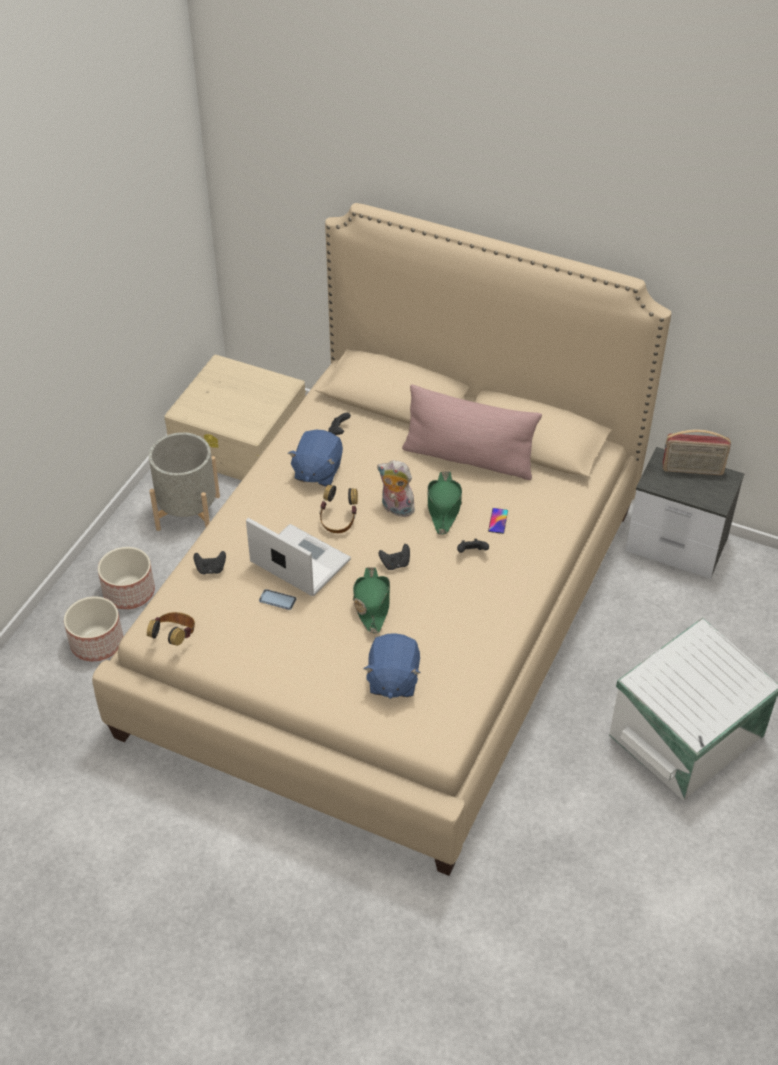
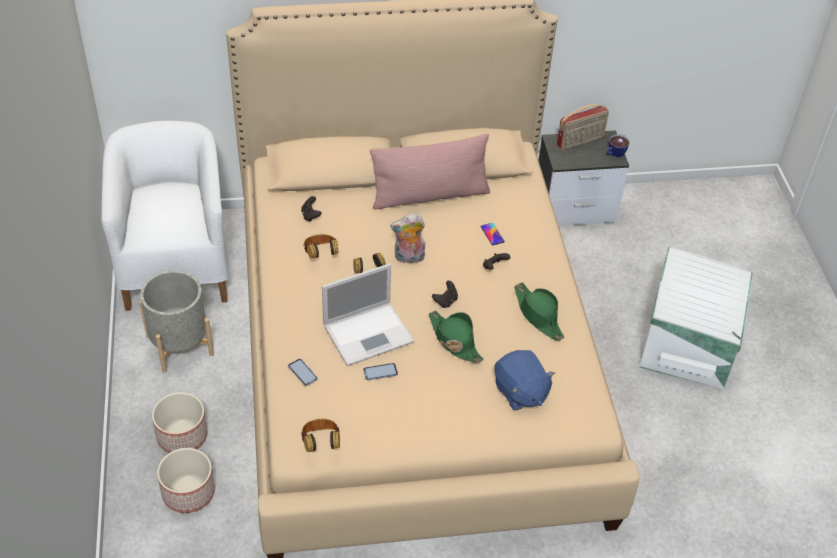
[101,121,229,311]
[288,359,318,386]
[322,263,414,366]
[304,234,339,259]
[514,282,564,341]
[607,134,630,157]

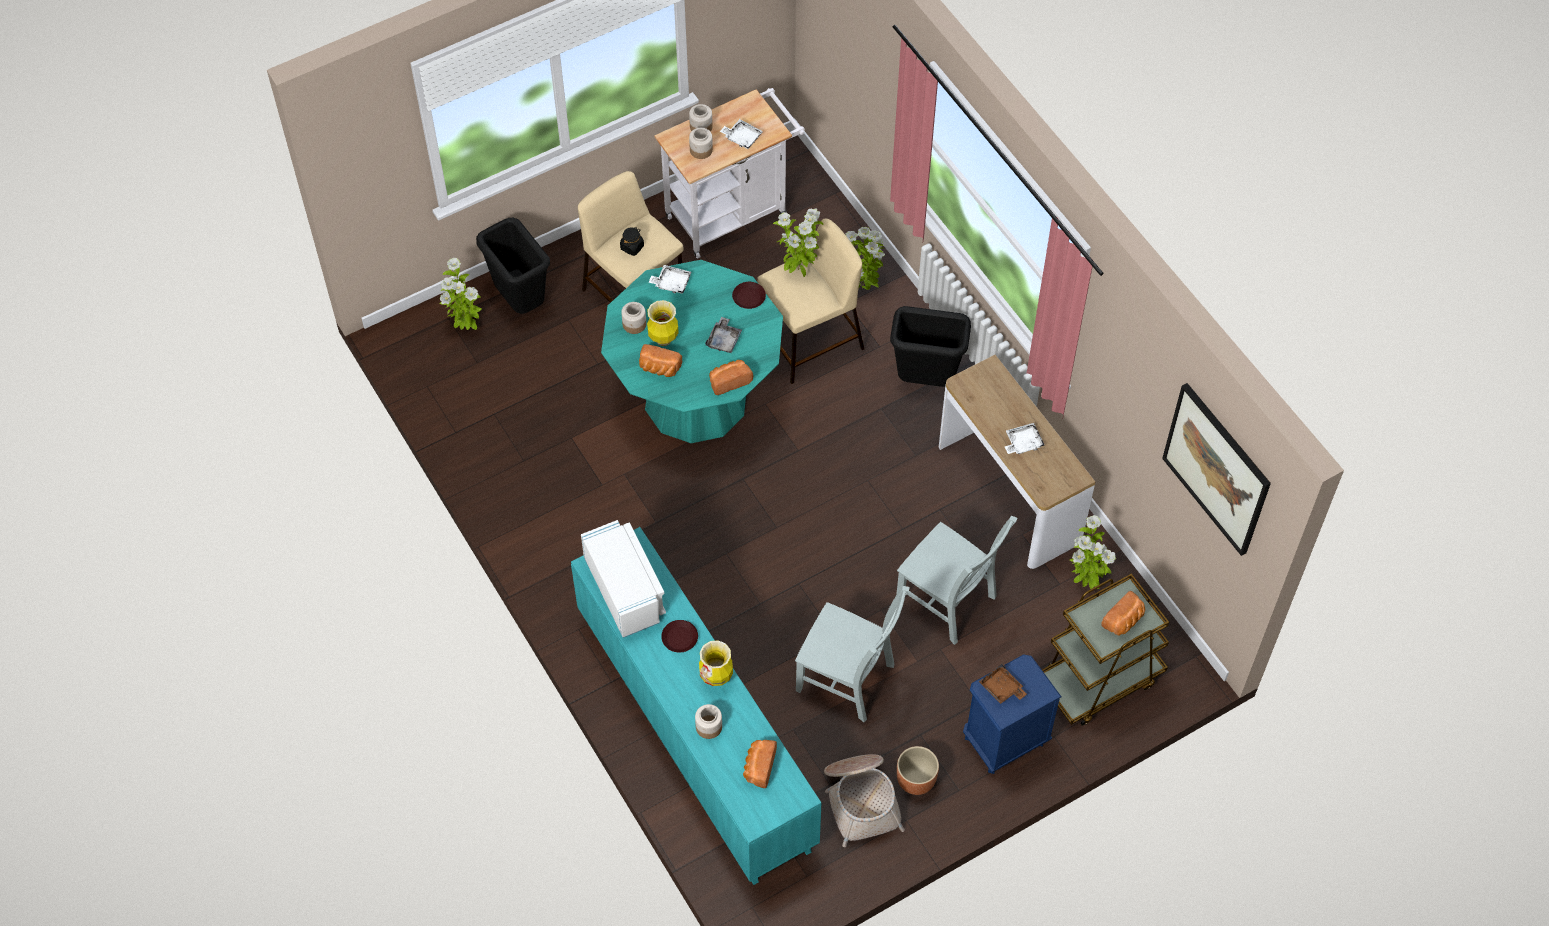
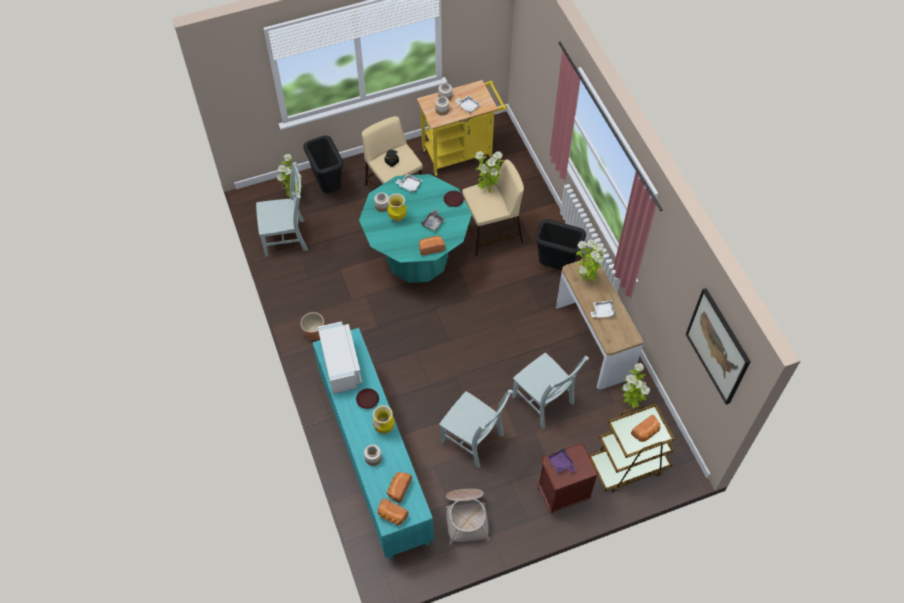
[378,498,408,525]
[417,80,507,176]
[576,240,604,282]
[300,312,325,340]
[537,444,598,514]
[548,448,576,473]
[256,162,308,256]

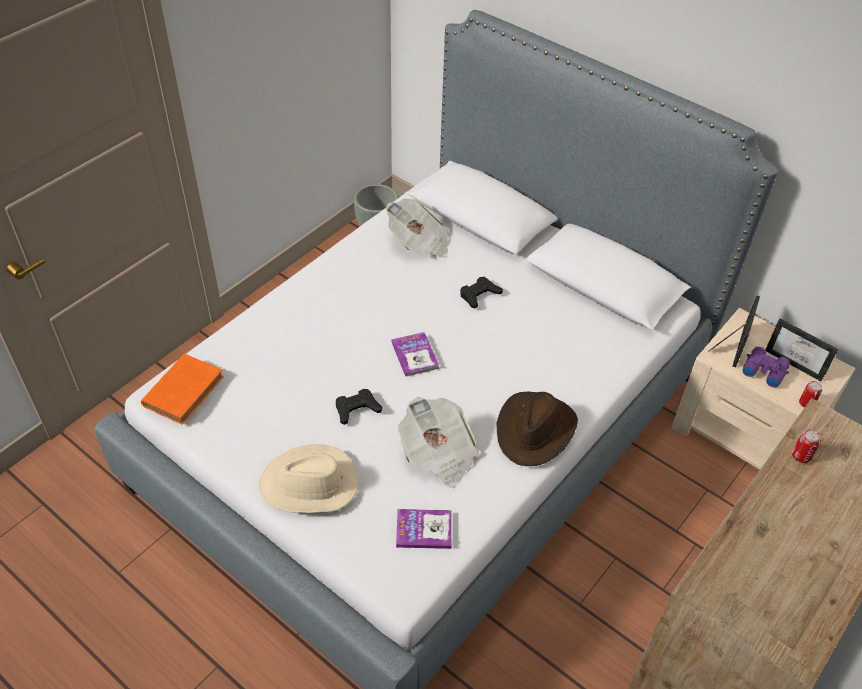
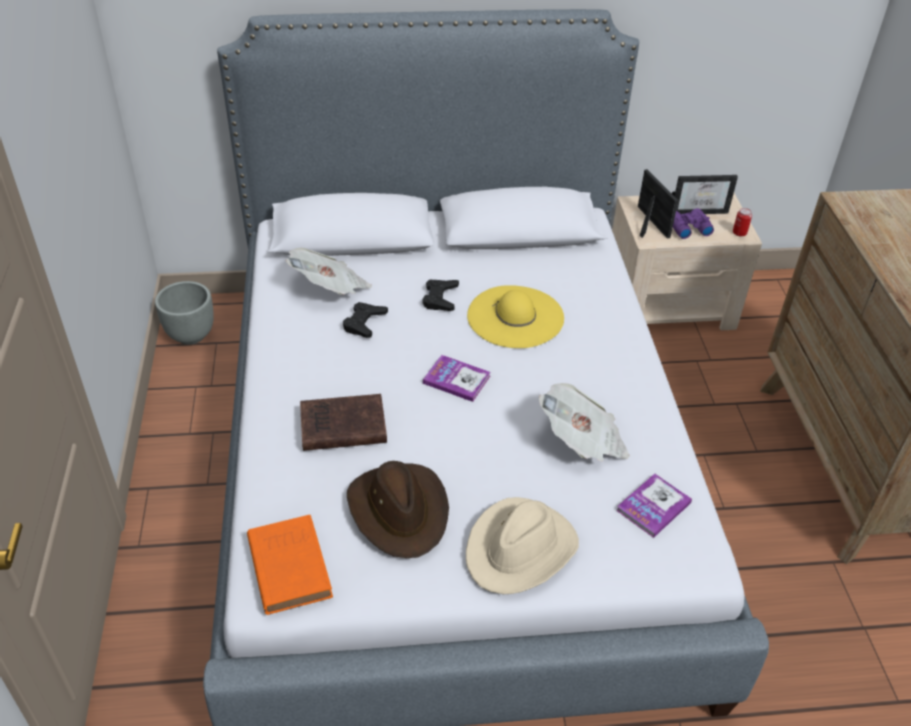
[343,302,388,338]
[347,461,449,558]
[792,429,821,463] (first image)
[300,394,387,451]
[467,285,564,348]

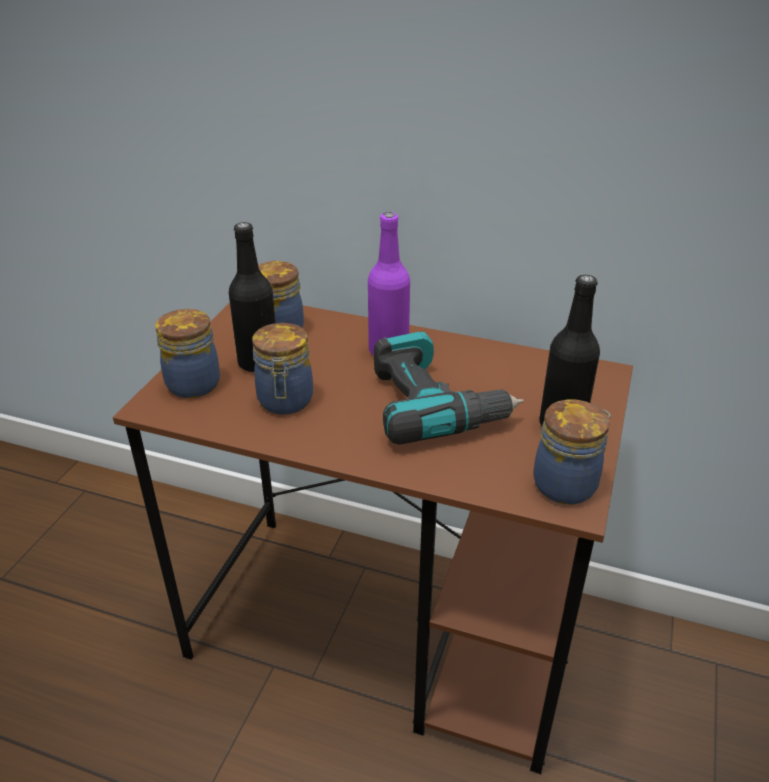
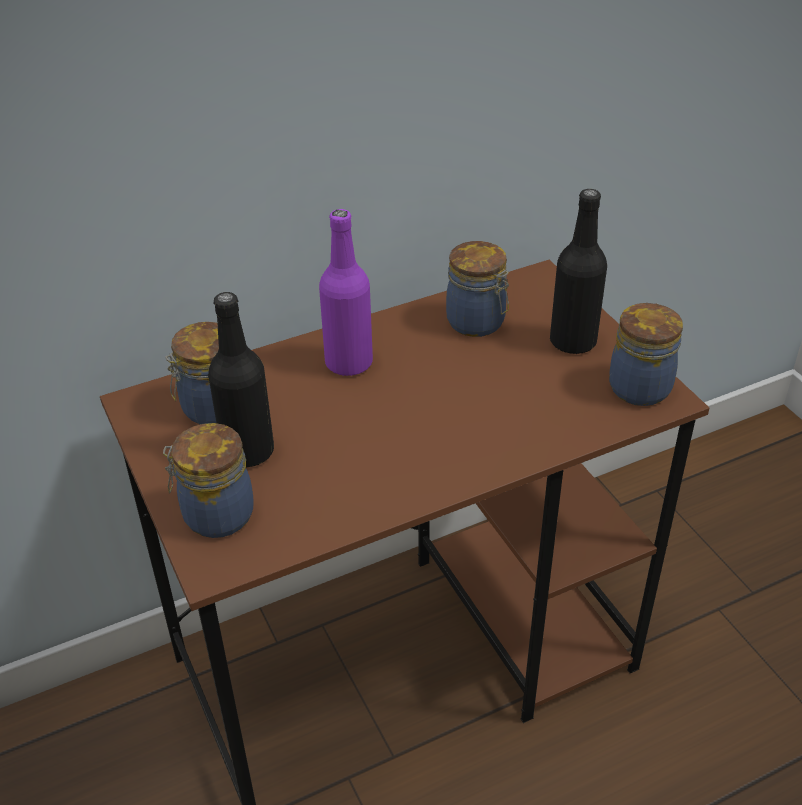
[446,241,509,337]
[374,332,524,445] (first image)

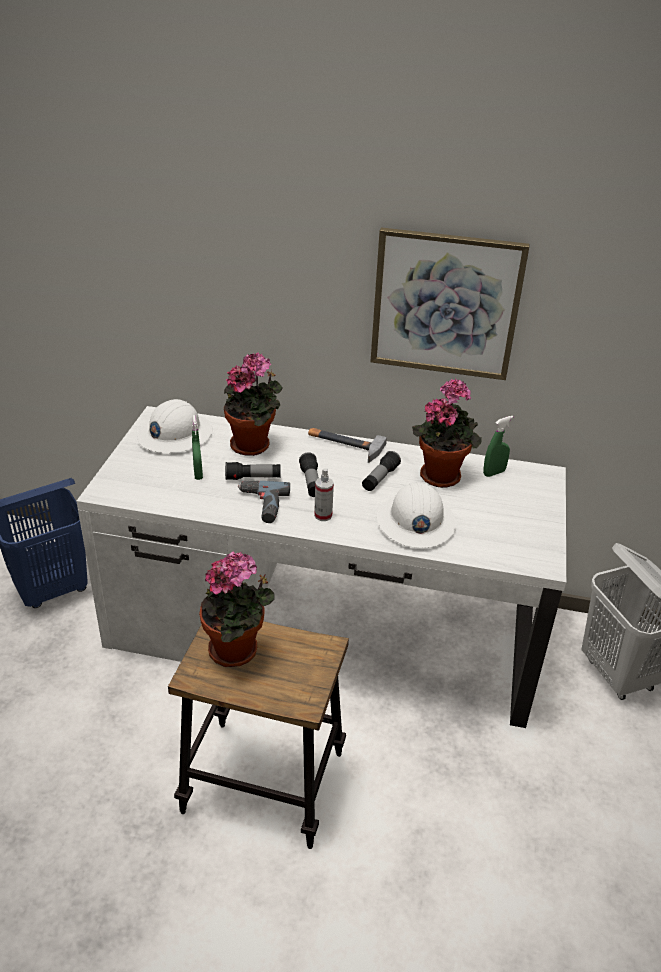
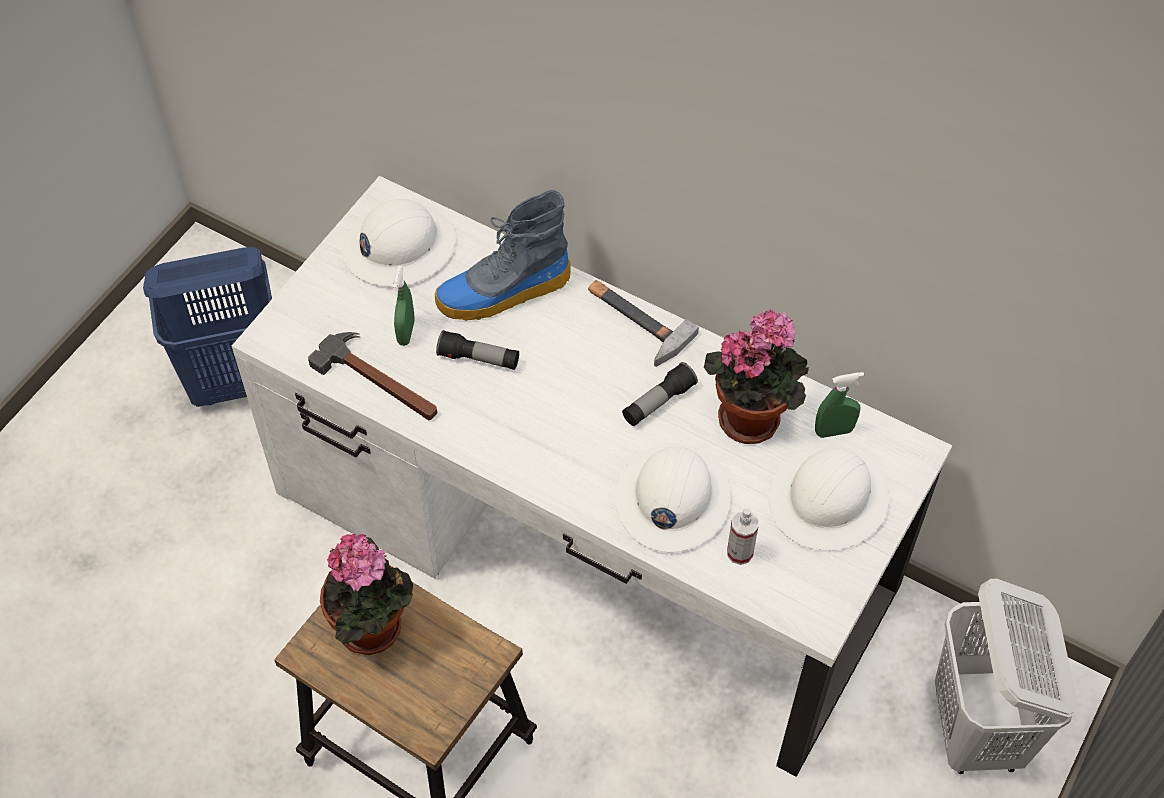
[435,190,571,321]
[238,481,290,523] (first image)
[299,452,319,497] (first image)
[727,508,758,565]
[370,227,530,380] (first image)
[308,332,437,421]
[769,445,889,550]

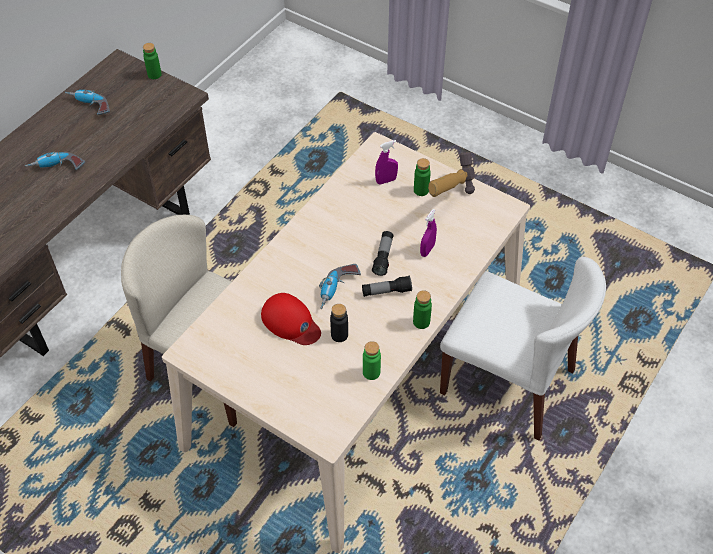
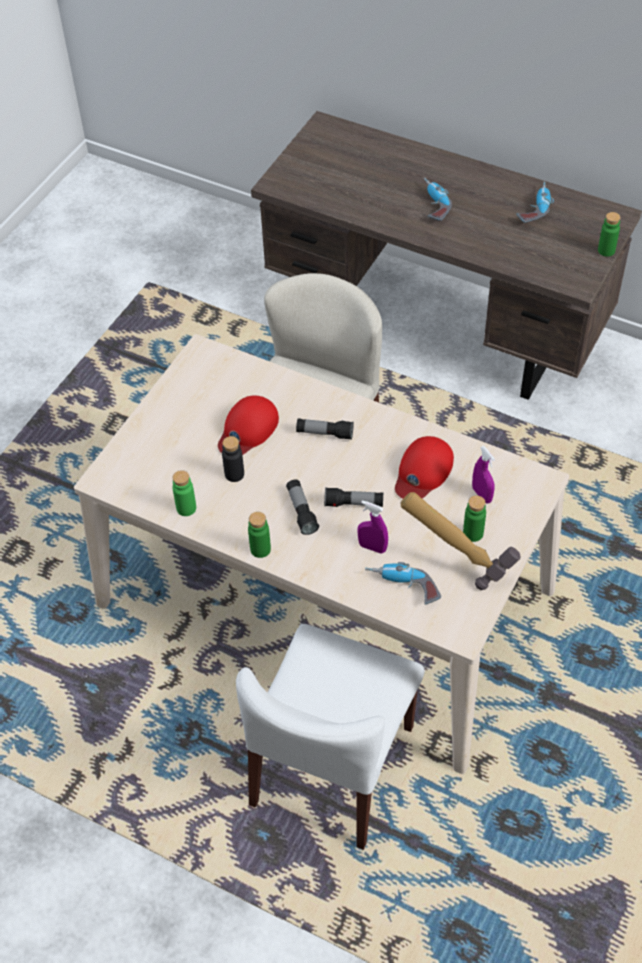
[365,562,441,605]
[296,418,354,440]
[395,436,454,499]

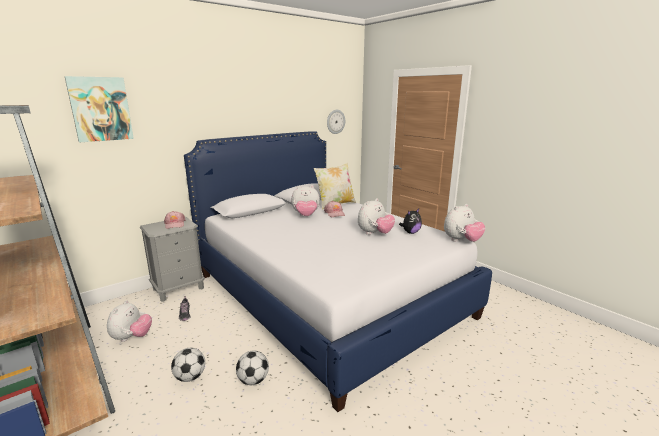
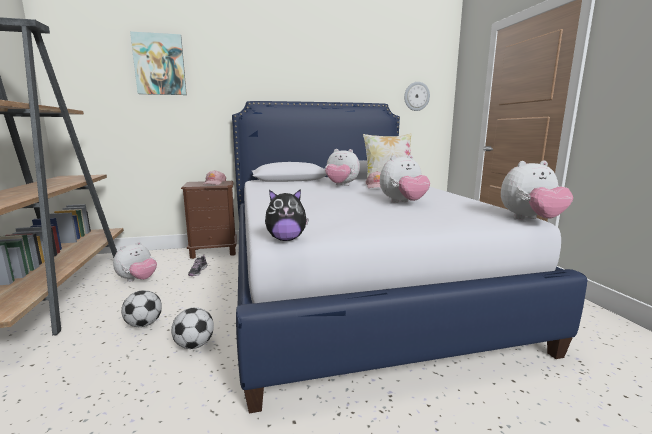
[181,181,237,259]
[265,189,309,241]

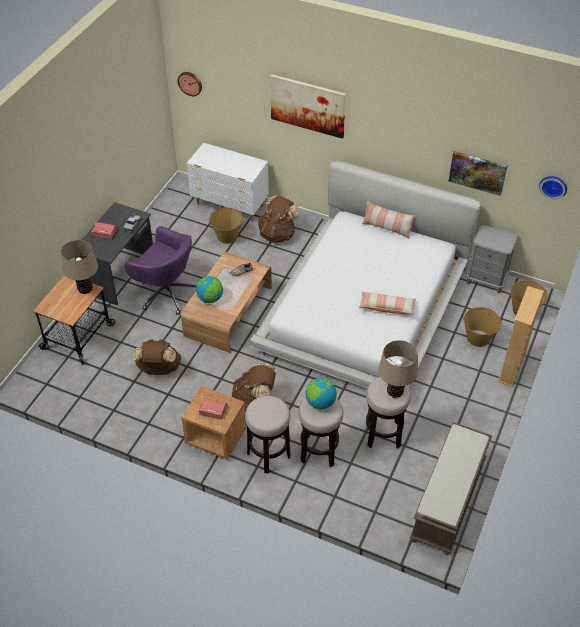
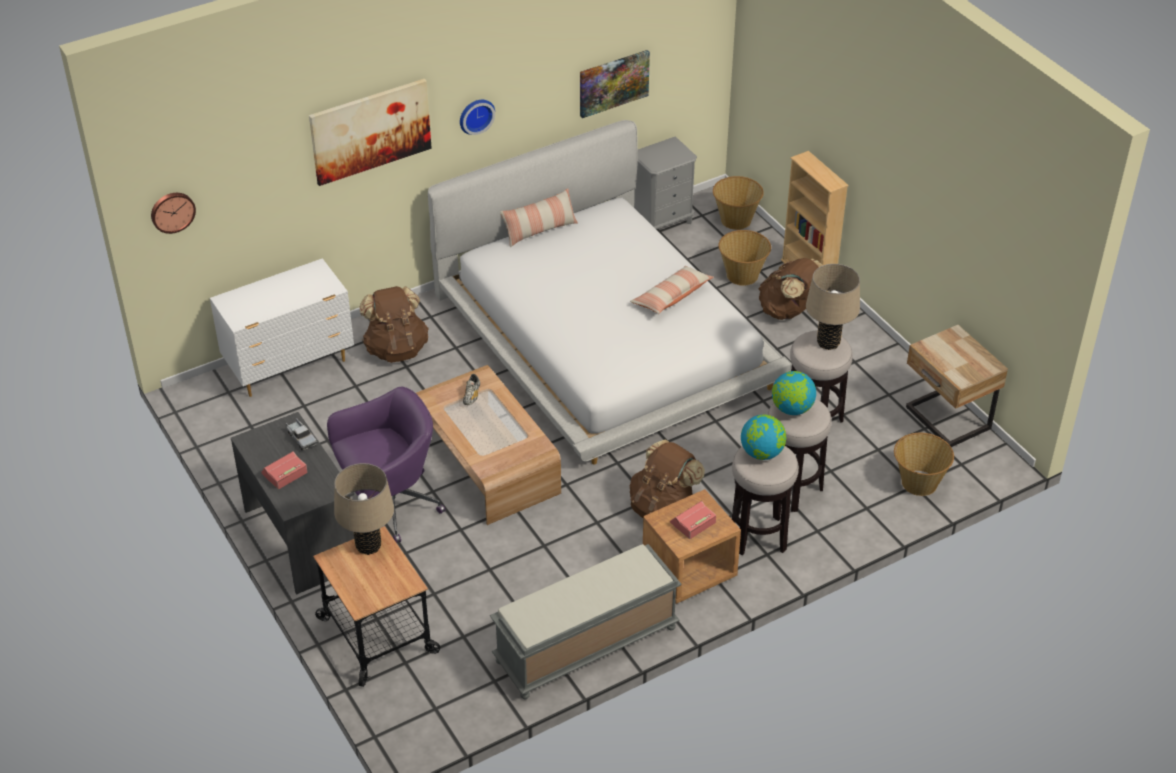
[759,258,823,320]
[741,414,786,460]
[894,433,954,496]
[906,325,1008,447]
[460,100,495,135]
[490,544,682,699]

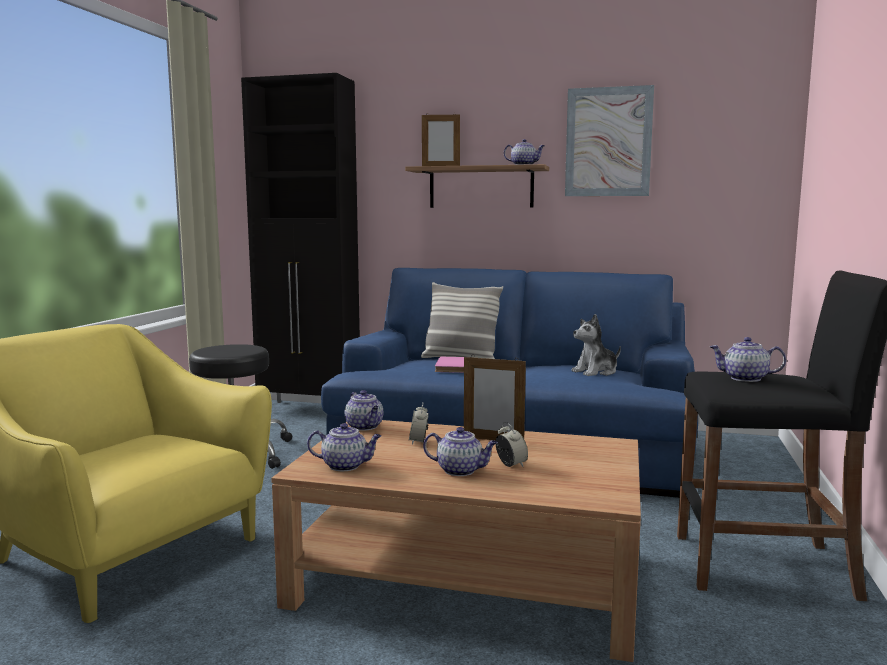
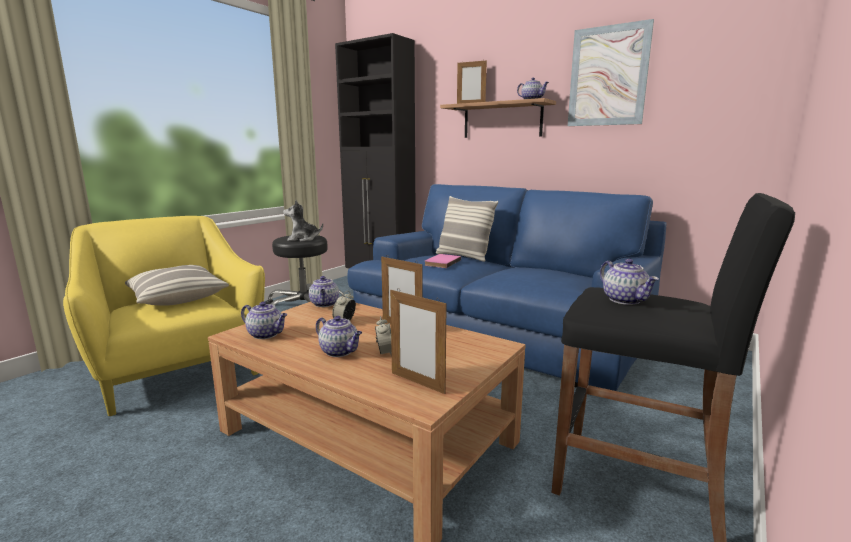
[283,200,323,242]
[600,259,659,305]
[125,265,229,306]
[390,288,447,394]

